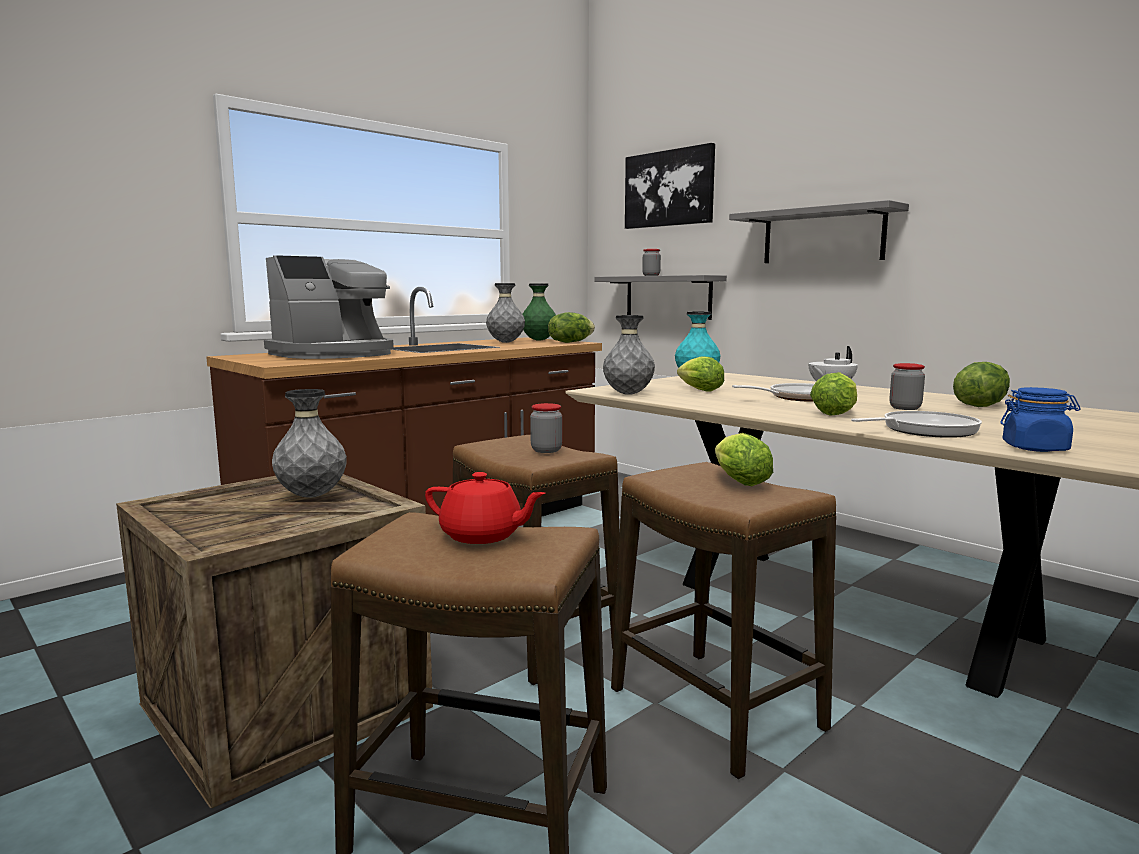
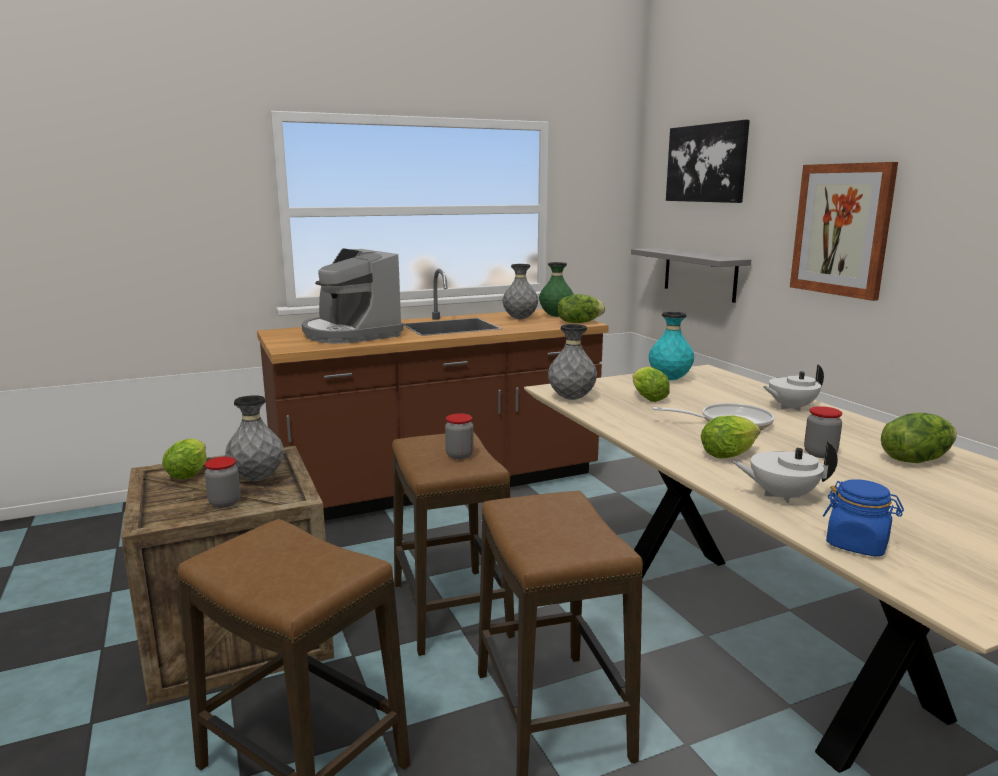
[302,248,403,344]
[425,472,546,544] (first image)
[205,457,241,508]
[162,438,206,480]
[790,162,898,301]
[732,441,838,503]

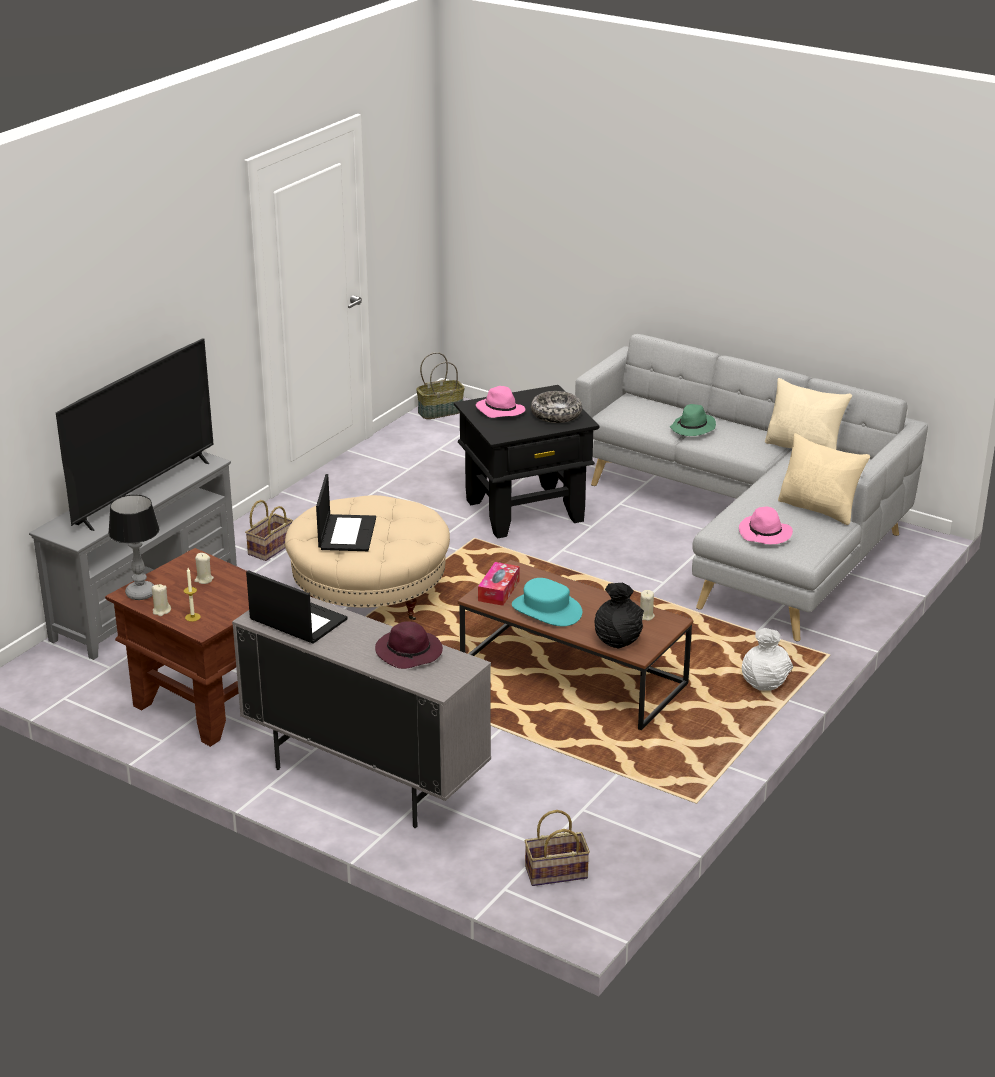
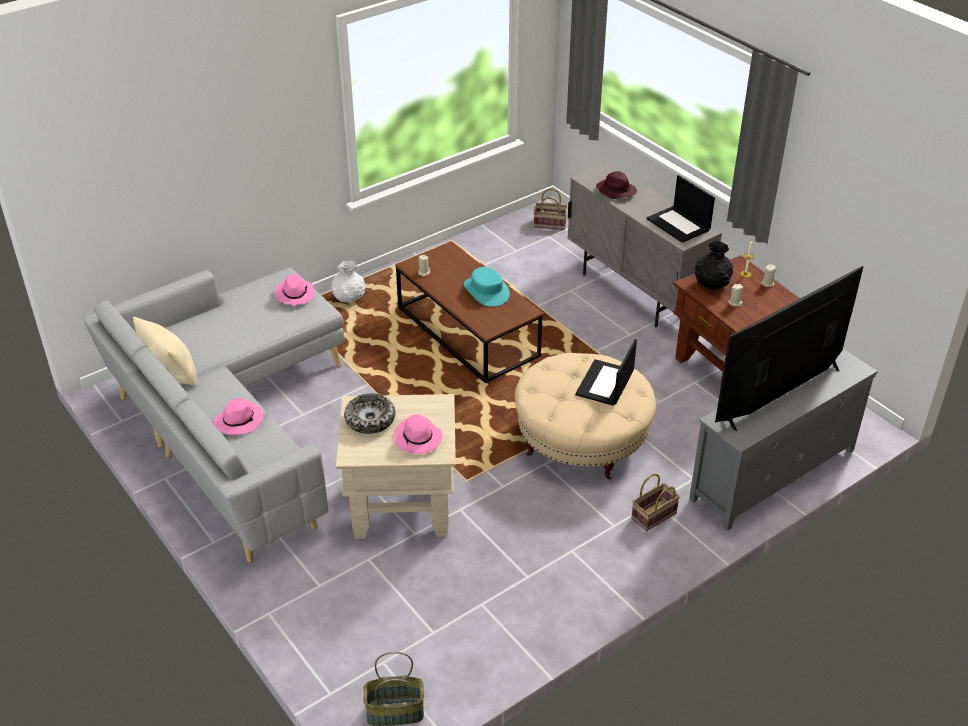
[108,495,159,600] (first image)
[336,394,456,539]
[478,562,520,606] (first image)
[695,241,733,290]
[214,398,263,435]
[778,433,870,525] (first image)

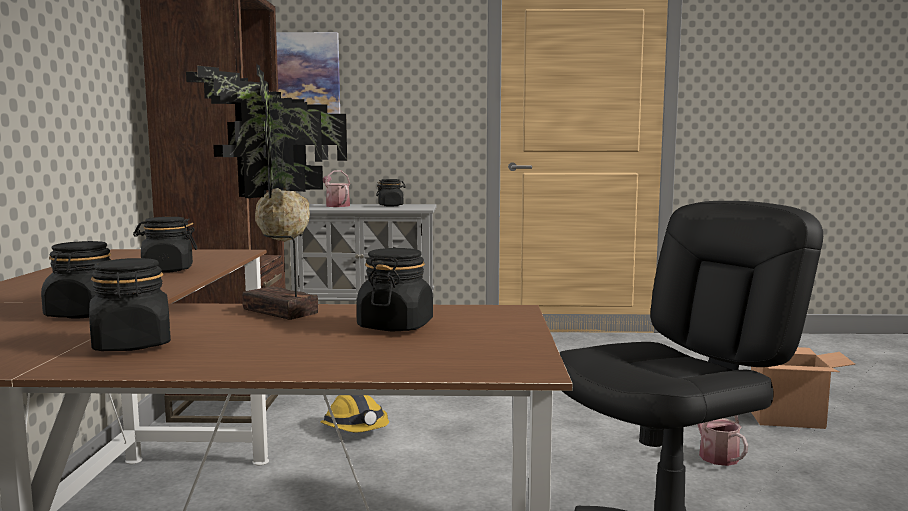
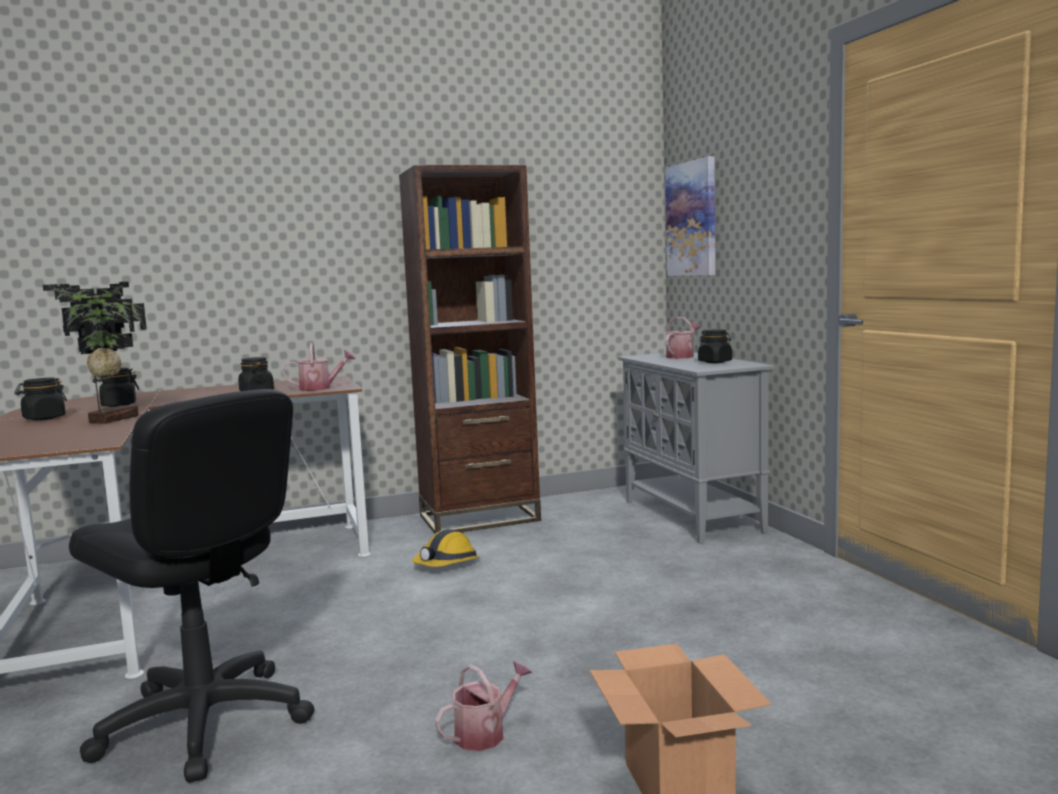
[357,248,433,331] (first image)
[282,343,356,391]

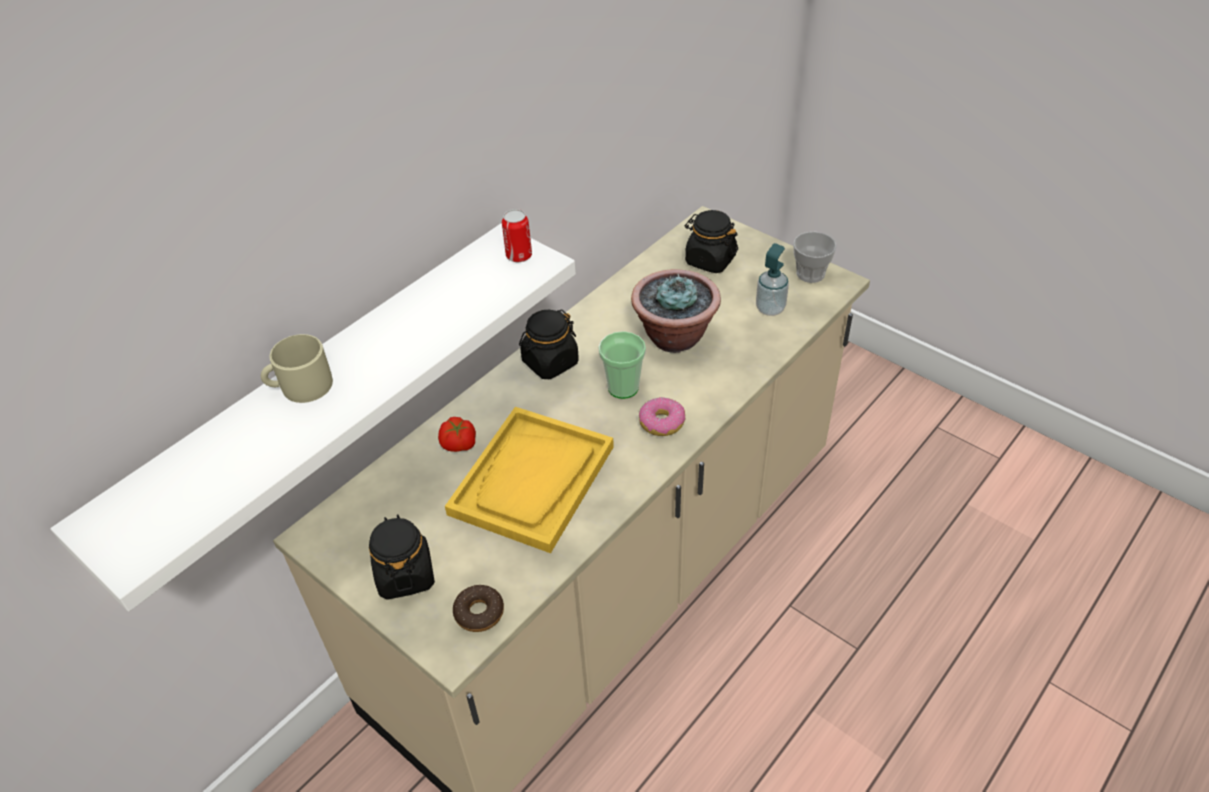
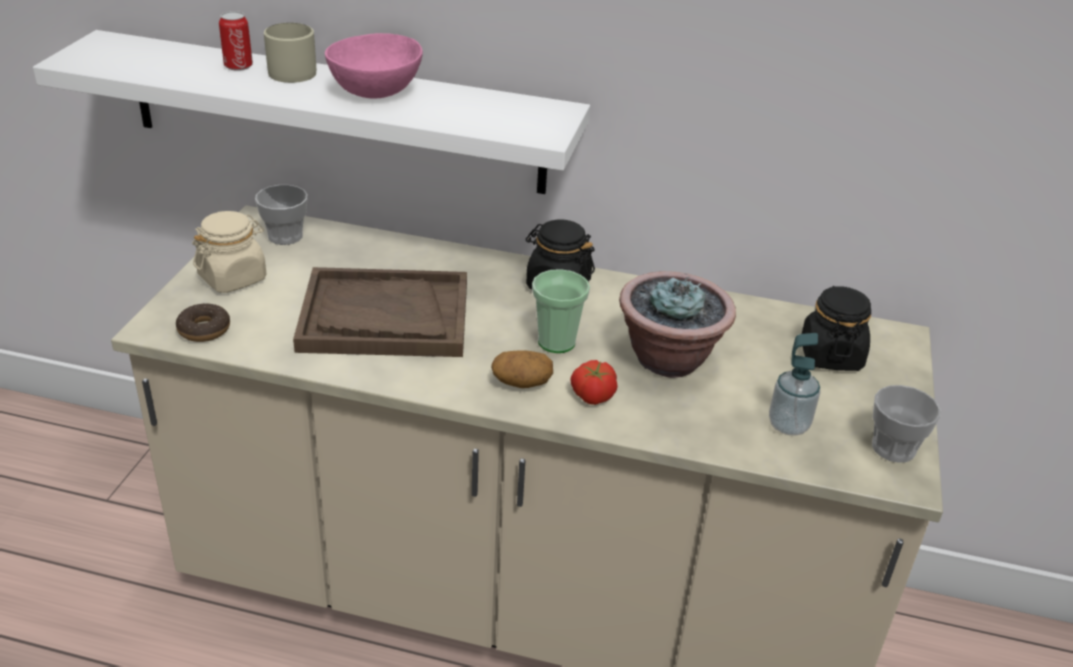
[192,211,266,293]
[570,360,618,405]
[293,267,467,357]
[219,11,253,71]
[491,350,553,388]
[255,185,308,245]
[325,33,423,98]

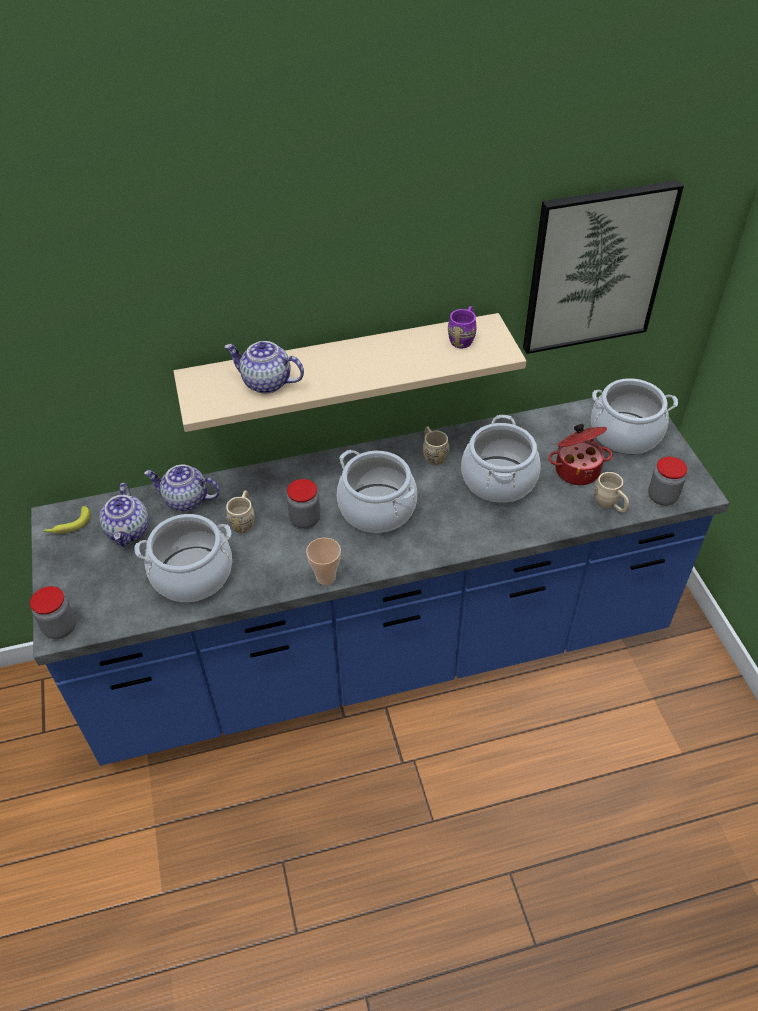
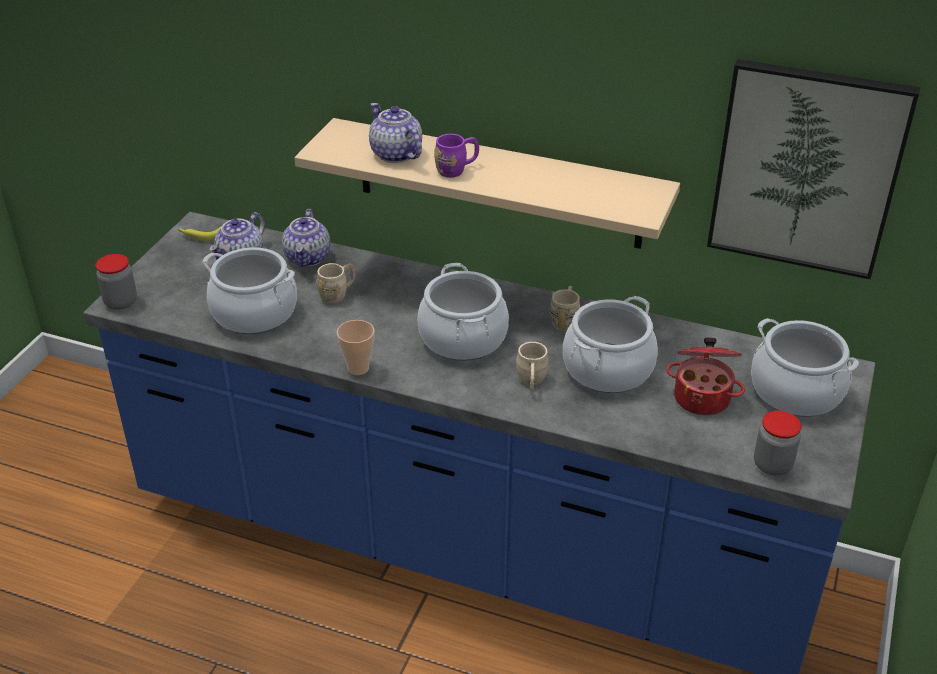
[282,209,330,267]
[287,479,320,529] (first image)
[434,134,479,178]
[516,342,549,391]

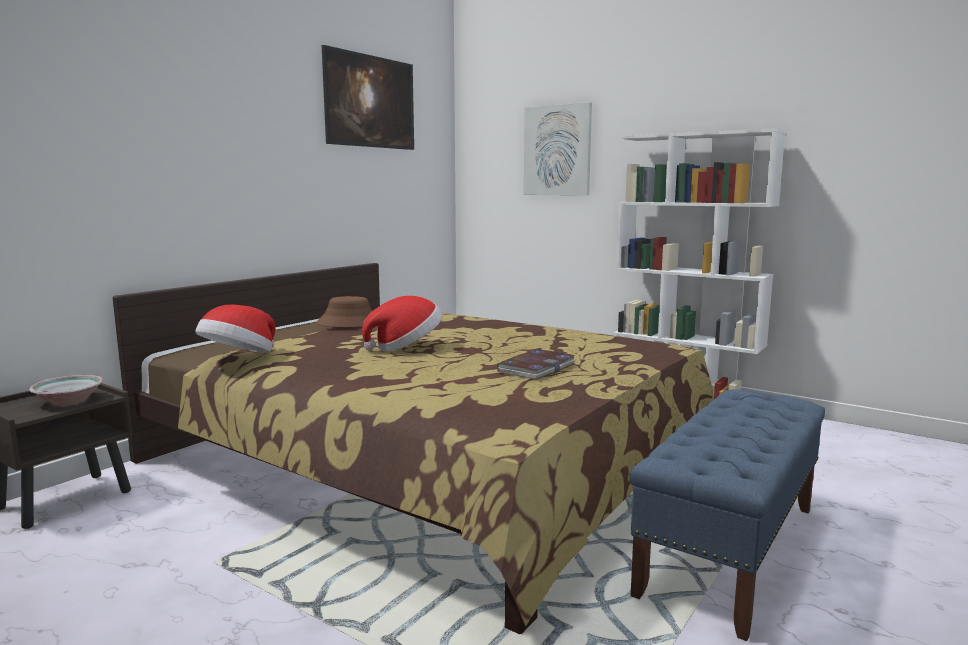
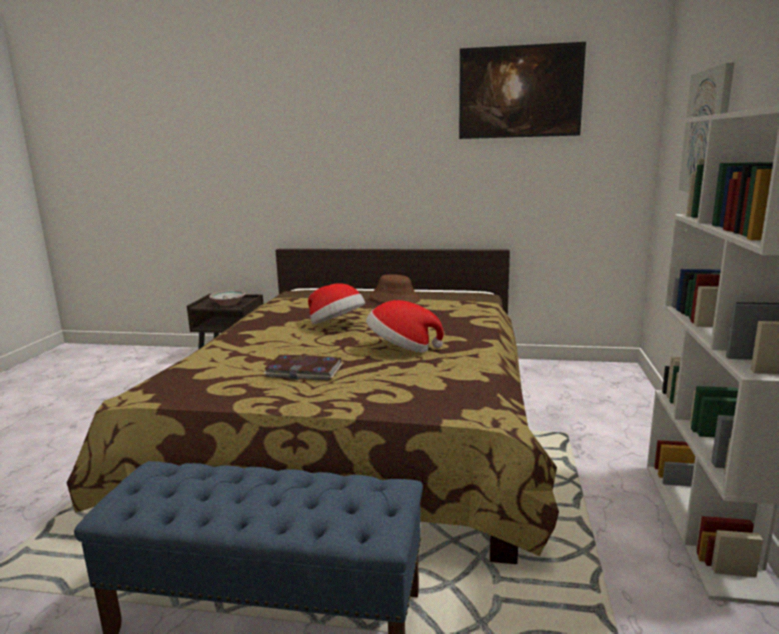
[366,300,444,353]

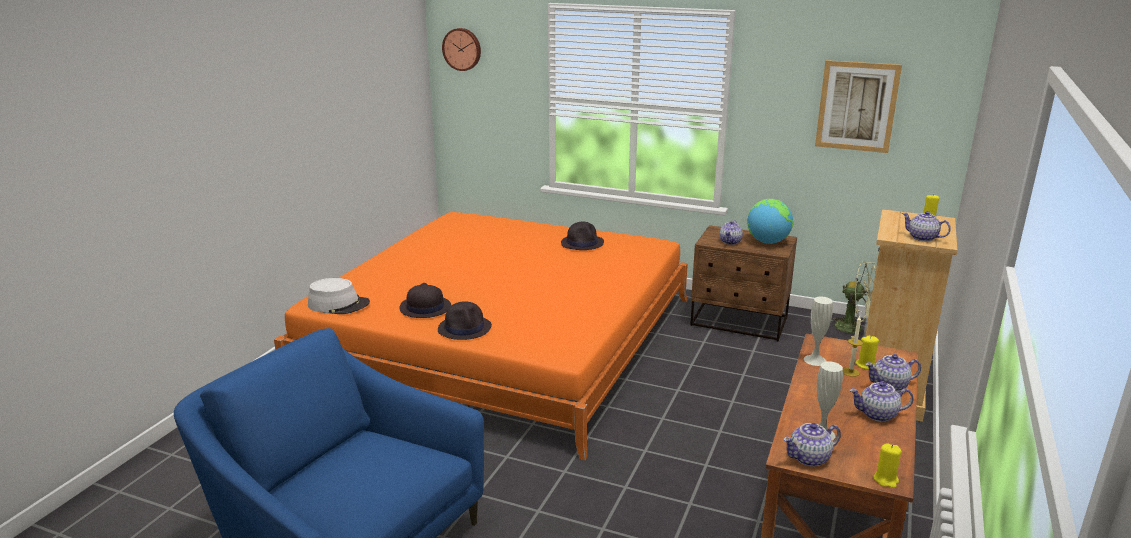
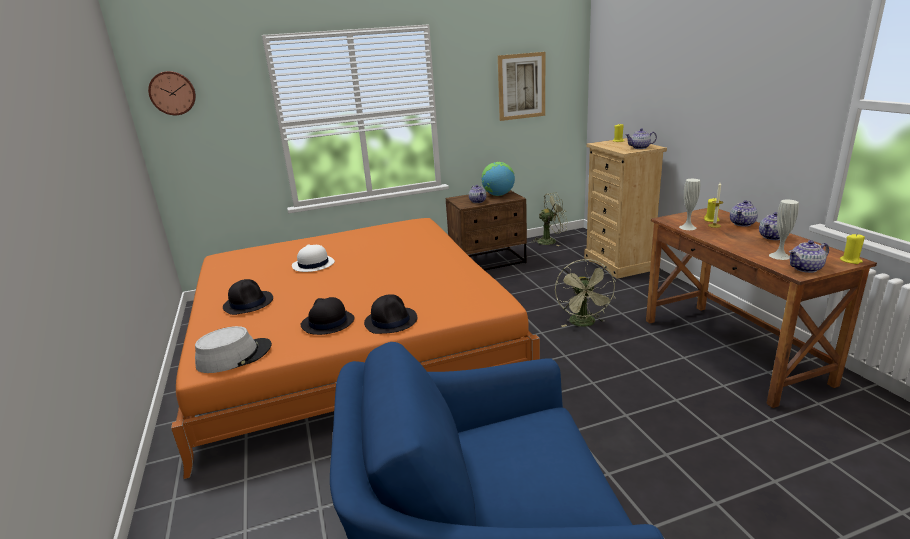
[223,279,273,315]
[789,240,829,273]
[292,244,335,272]
[555,259,616,327]

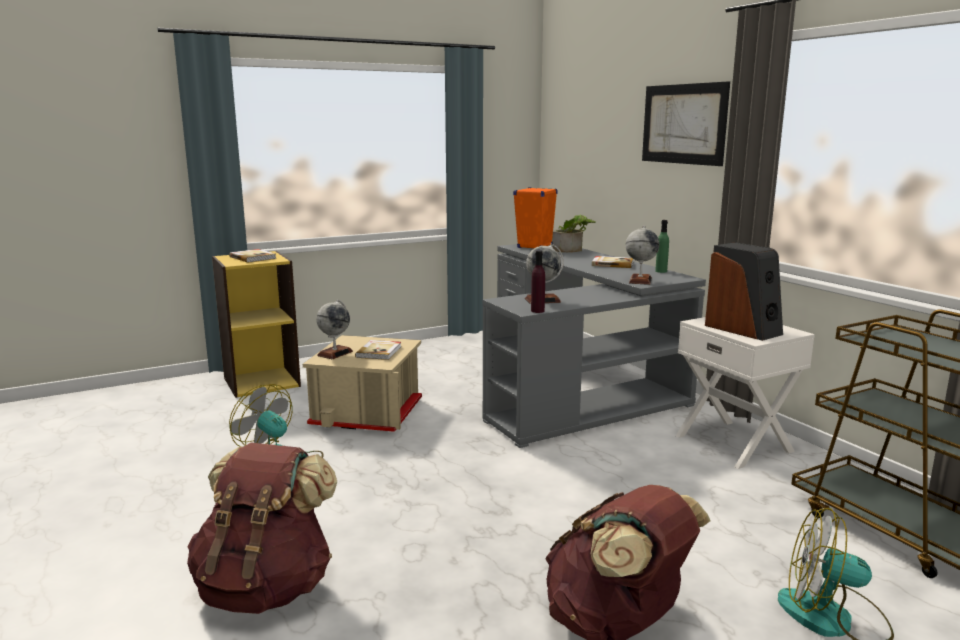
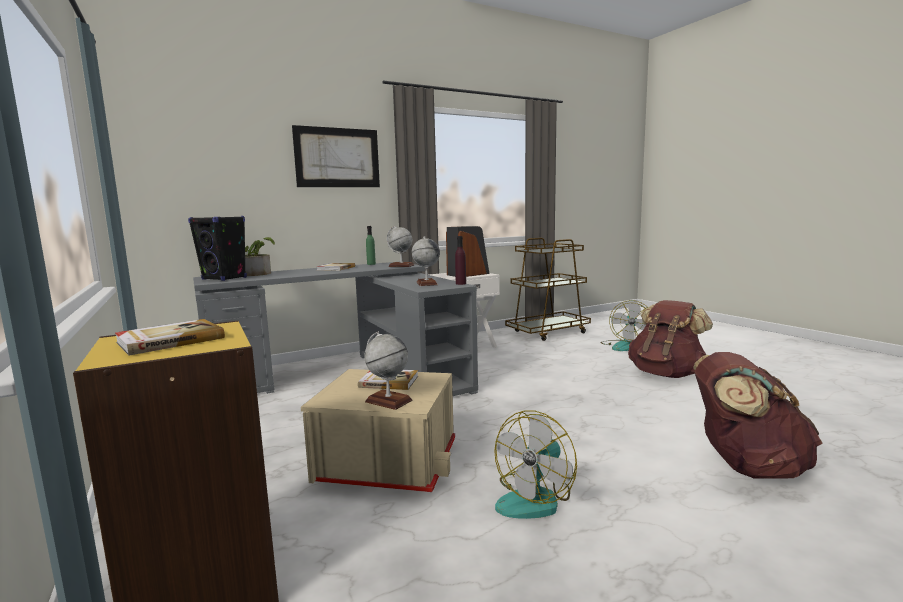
[188,216,247,281]

